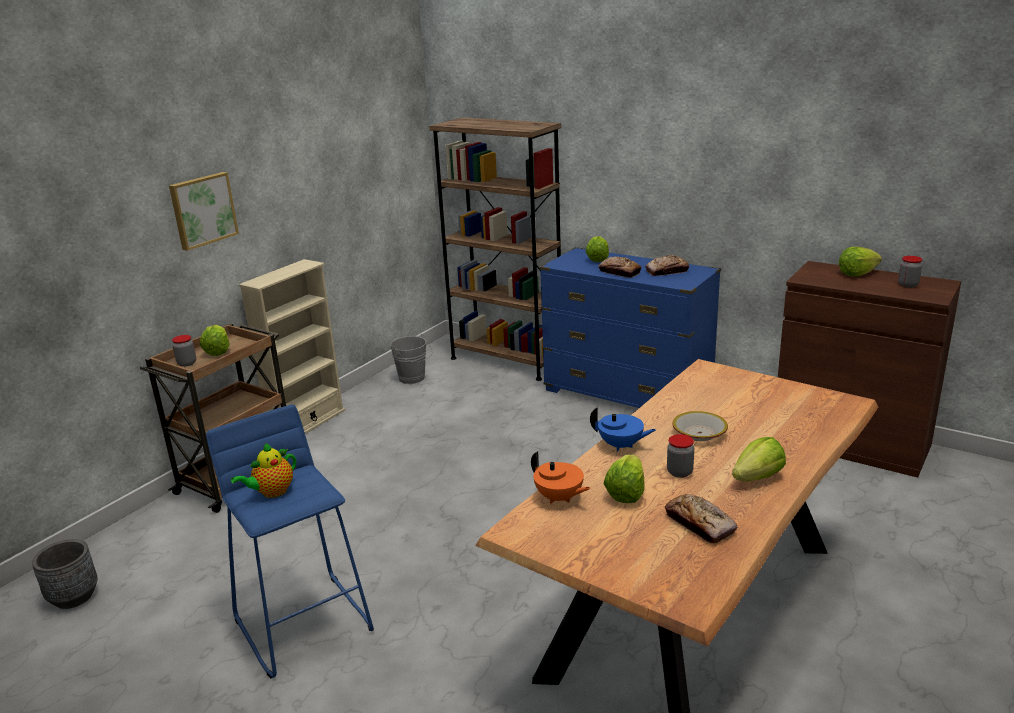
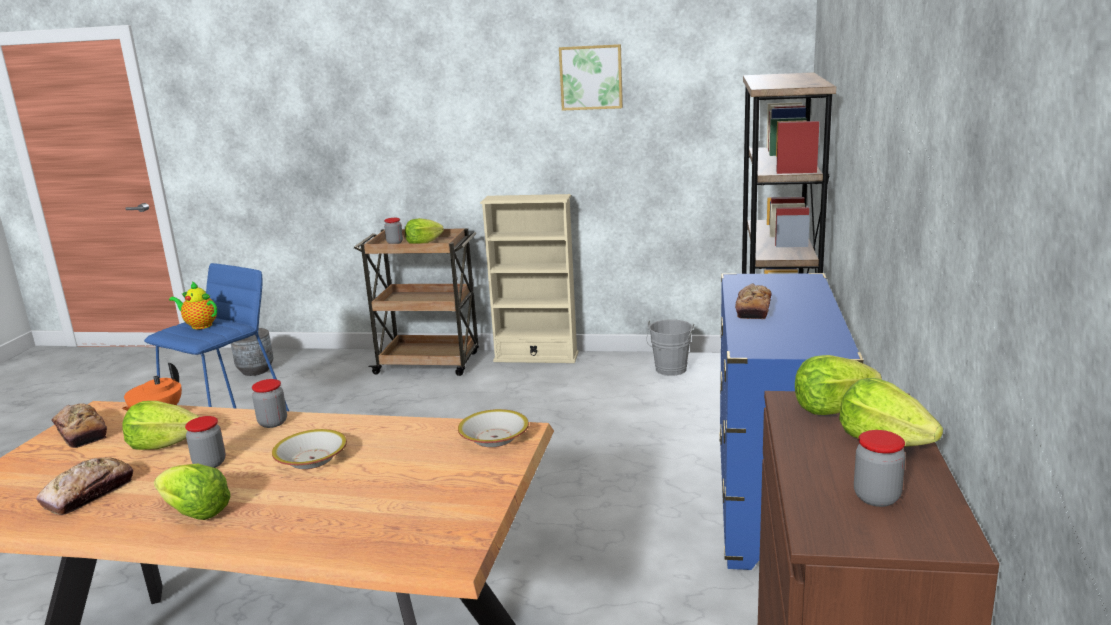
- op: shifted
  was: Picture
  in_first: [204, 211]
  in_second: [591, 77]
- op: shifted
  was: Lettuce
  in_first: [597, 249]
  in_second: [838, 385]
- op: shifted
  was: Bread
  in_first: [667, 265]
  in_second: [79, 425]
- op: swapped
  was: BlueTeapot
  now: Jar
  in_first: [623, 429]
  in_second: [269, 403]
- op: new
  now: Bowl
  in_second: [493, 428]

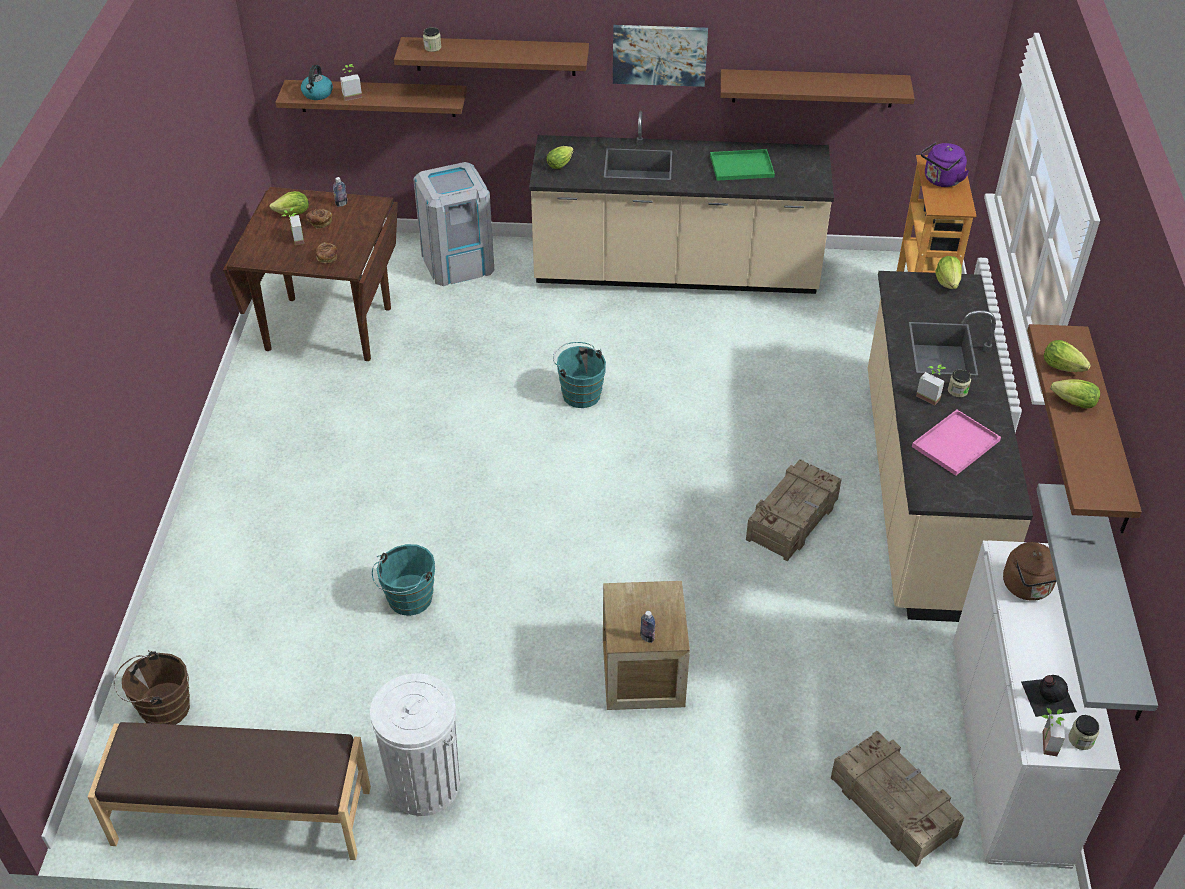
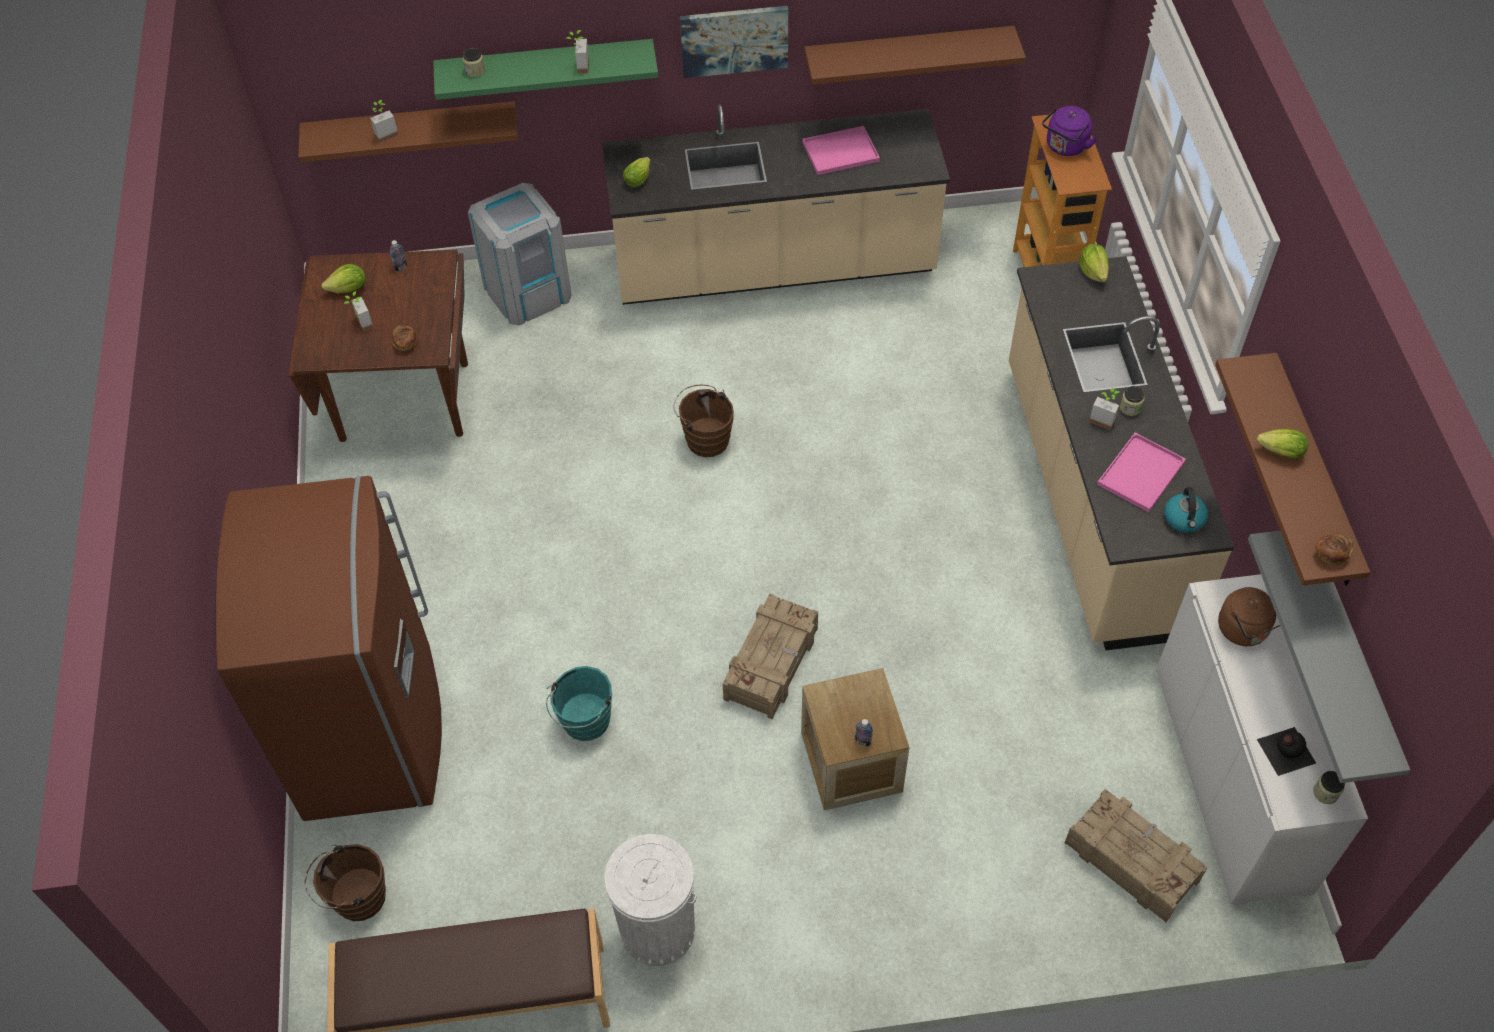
- op: repainted
  was: BrownShelf
  now: GreenShelf
  in_first: [491, 56]
  in_second: [545, 69]
- op: shifted
  was: Kettle
  in_first: [317, 82]
  in_second: [1186, 510]
- op: repainted
  was: GreenTray
  now: PinkTray
  in_first: [742, 165]
  in_second: [841, 150]
- op: shifted
  was: Bread
  in_first: [319, 219]
  in_second: [1334, 550]
- op: gone
  was: Lettuce
  in_first: [1067, 356]
- op: repainted
  was: TurquoiseBucket
  now: BrownBucket
  in_first: [579, 375]
  in_second: [704, 421]
- op: shifted
  was: Crate
  in_first: [794, 510]
  in_second: [770, 656]
- op: shifted
  was: PottedPlant
  in_first: [1053, 732]
  in_second: [578, 51]
- op: new
  now: BrownFridge
  in_second: [329, 648]

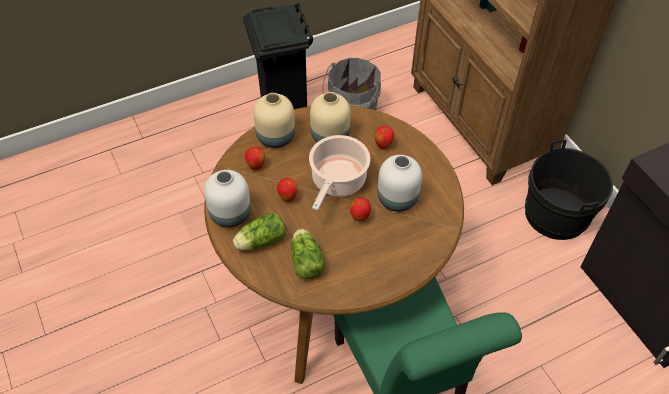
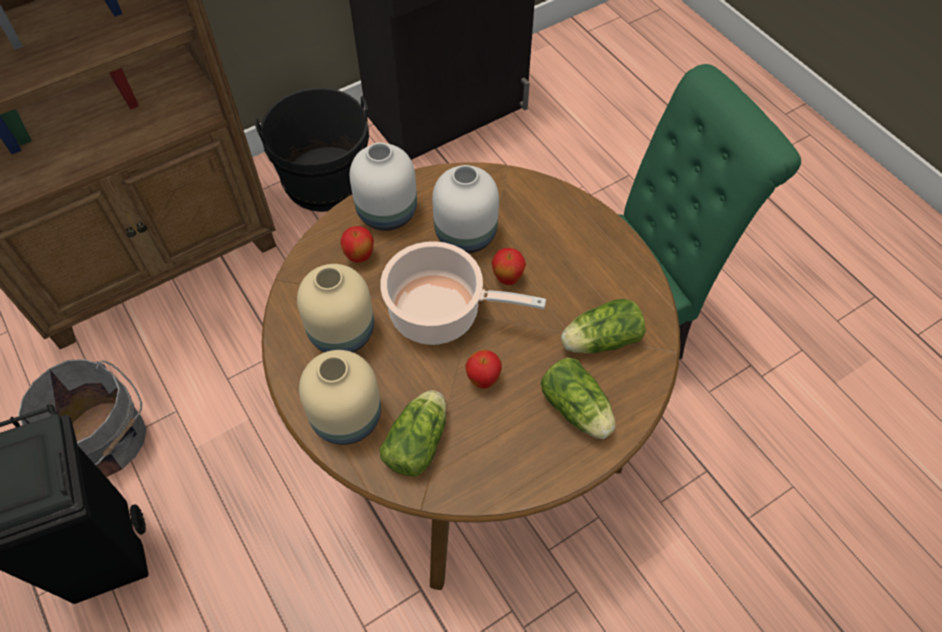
- op: swapped
  was: Apple
  now: Lettuce
  in_first: [255, 158]
  in_second: [413, 433]
- op: shifted
  was: WhiteVase
  in_first: [227, 199]
  in_second: [383, 186]

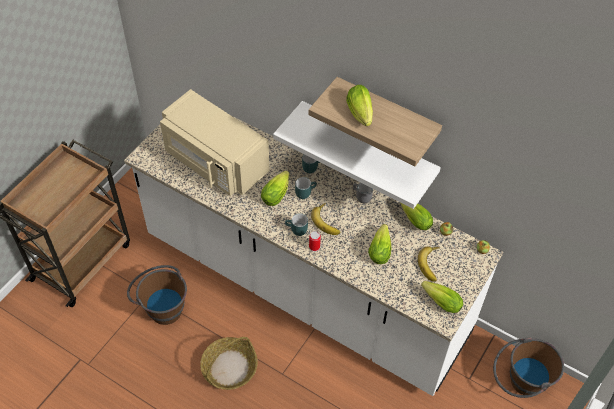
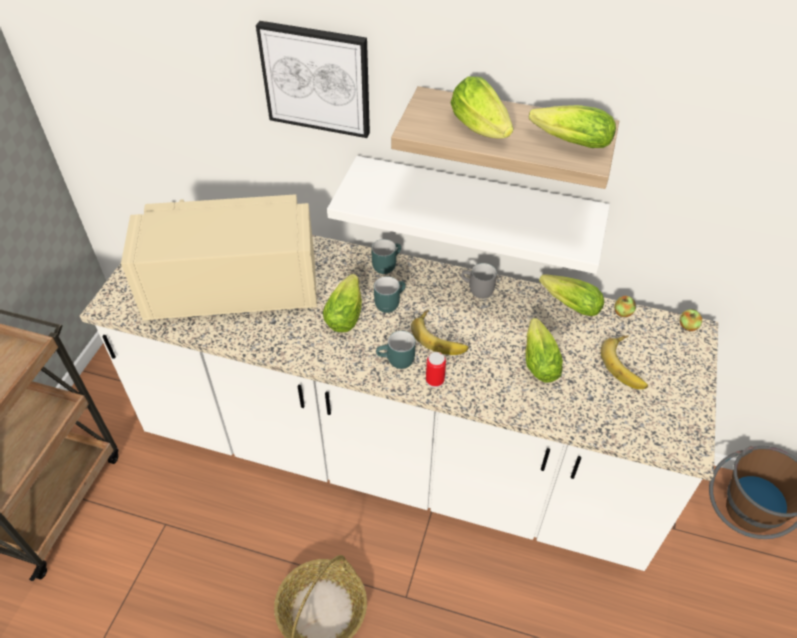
- op: rotated
  was: BeigeMicrowave
  in_first: [215, 142]
  in_second: [219, 257]
  clockwise: 150
- op: gone
  was: BrownBucket
  in_first: [157, 295]
- op: shifted
  was: Lettuce
  in_first: [442, 297]
  in_second: [572, 126]
- op: new
  now: Picture
  in_second: [313, 79]

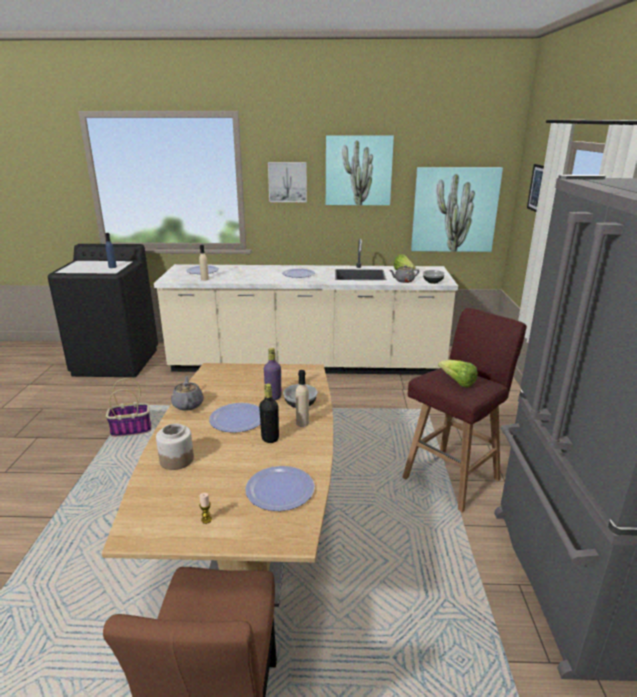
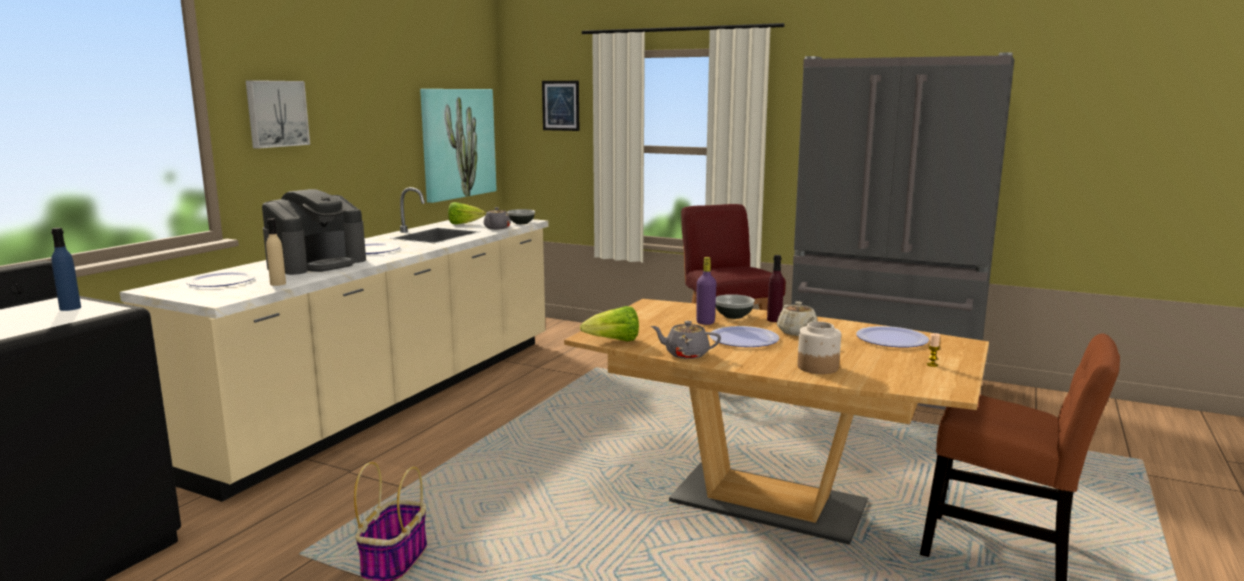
- op: gone
  was: Picture
  in_first: [360, 170]
- op: shifted
  was: Lettuce
  in_first: [457, 374]
  in_second: [609, 323]
- op: repainted
  was: BeigeBottle
  now: PurpleBottle
  in_first: [302, 398]
  in_second: [775, 288]
- op: swapped
  was: BlackBottle
  now: BeigeTeapot
  in_first: [269, 413]
  in_second: [797, 318]
- op: new
  now: CoffeeMachine
  in_second: [314, 232]

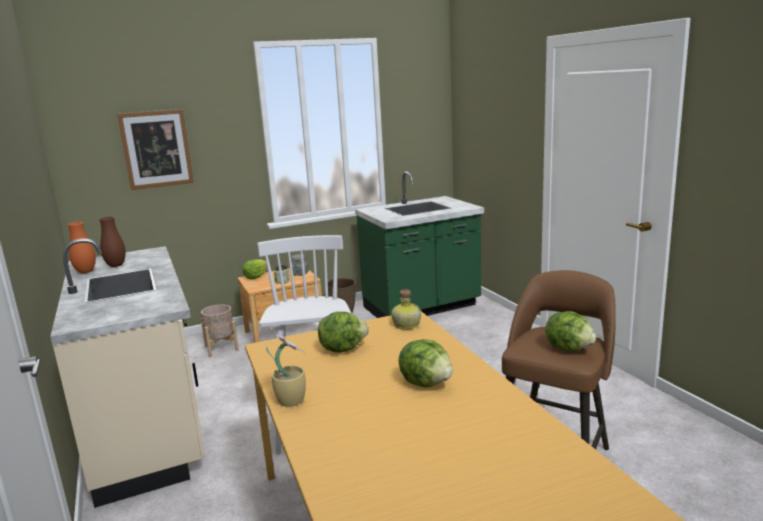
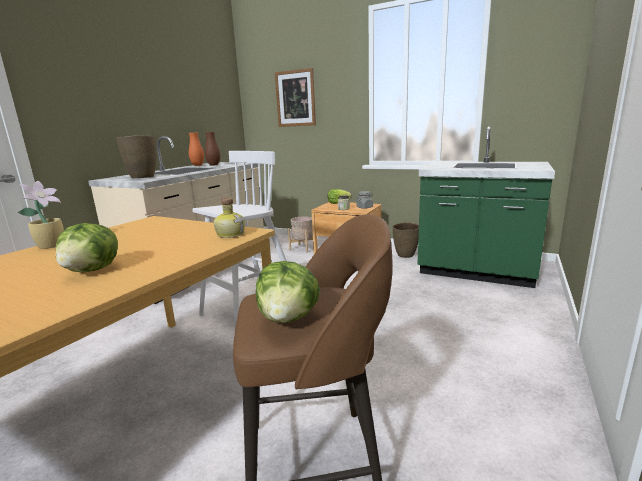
- op: gone
  was: Lettuce
  in_first: [343, 332]
- op: new
  now: BrownVase
  in_second: [136, 156]

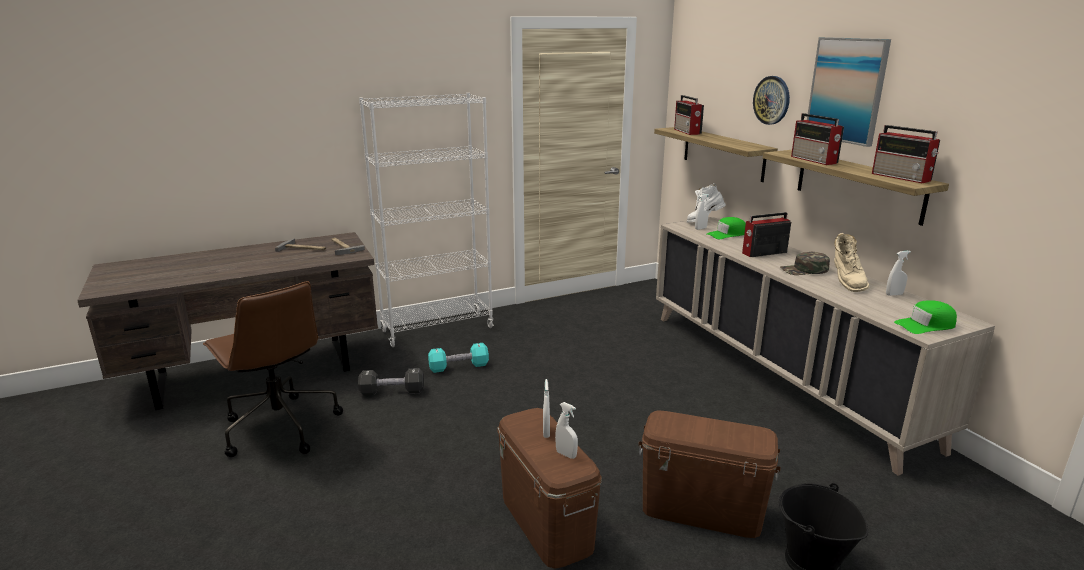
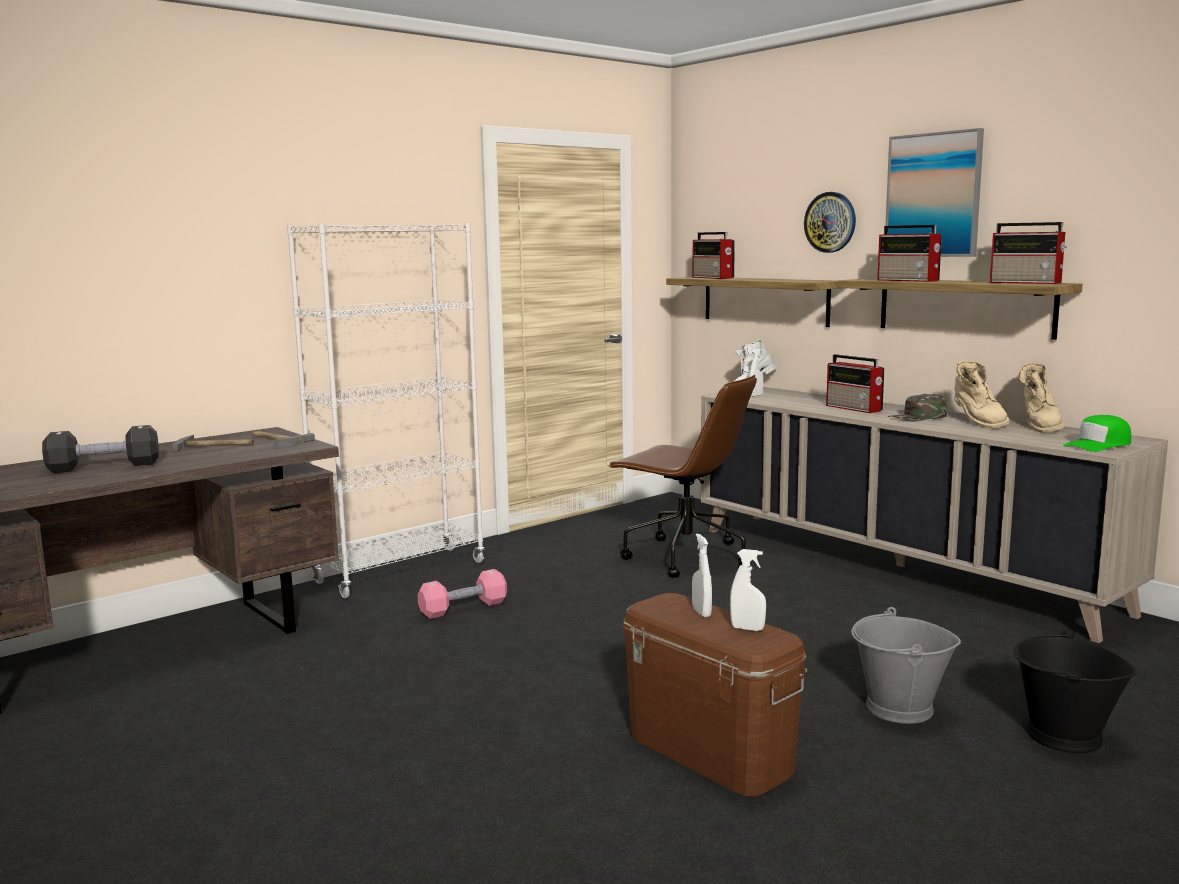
- op: rotated
  was: Radio
  in_first: [766, 234]
  in_second: [855, 383]
  clockwise: -90
- op: gone
  was: GreenCap
  in_first: [726, 228]
- op: swapped
  was: WhiteSprayBottle
  now: BeigeBoot
  in_first: [898, 273]
  in_second: [1042, 398]
- op: shifted
  was: BrownOfficeChair
  in_first: [273, 369]
  in_second: [682, 476]
- op: repainted
  was: TurquoiseDumbbell
  now: PinkDumbbell
  in_first: [458, 358]
  in_second: [462, 594]
- op: shifted
  was: BlackDumbbell
  in_first: [391, 382]
  in_second: [100, 449]
- op: swapped
  was: BrownStorageBox
  now: GreyBucket
  in_first: [709, 474]
  in_second: [906, 665]

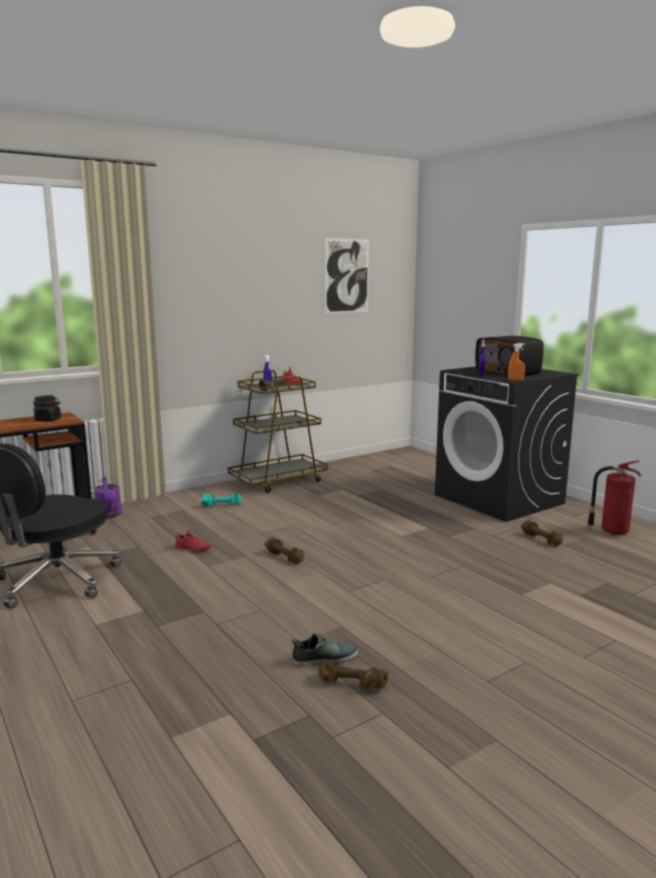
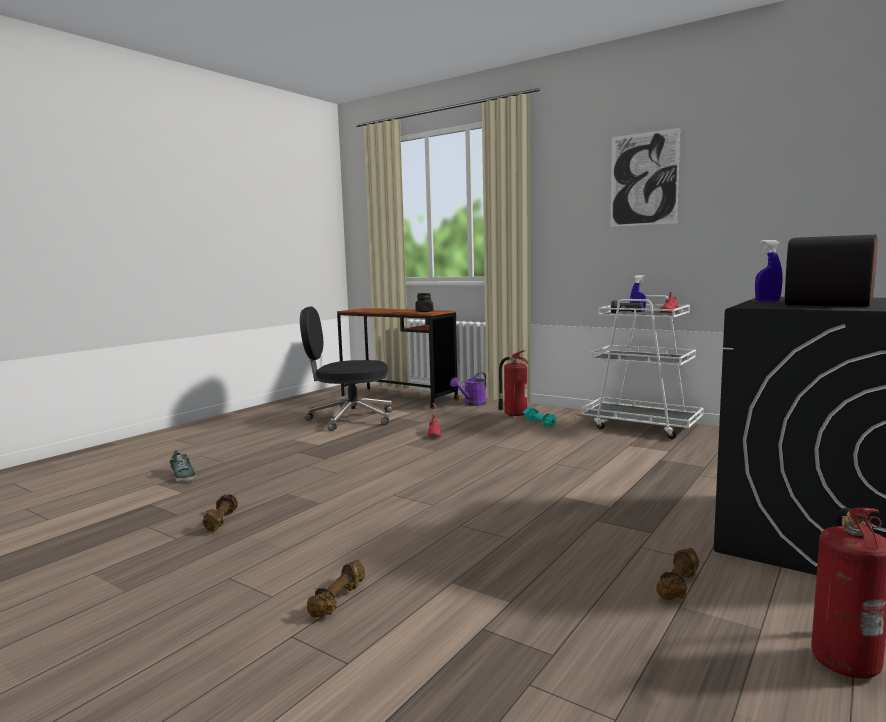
- op: shifted
  was: Picture
  in_first: [347, 275]
  in_second: [645, 177]
- op: gone
  was: OrangeSprayBottle
  in_first: [516, 362]
- op: repainted
  was: BrownCart
  now: WhiteCart
  in_first: [278, 431]
  in_second: [642, 367]
- op: shifted
  was: BrownDumbbell
  in_first: [284, 550]
  in_second: [336, 589]
- op: shifted
  was: Shoe
  in_first: [325, 650]
  in_second: [183, 466]
- op: new
  now: FireExtinguisher
  in_second: [513, 383]

